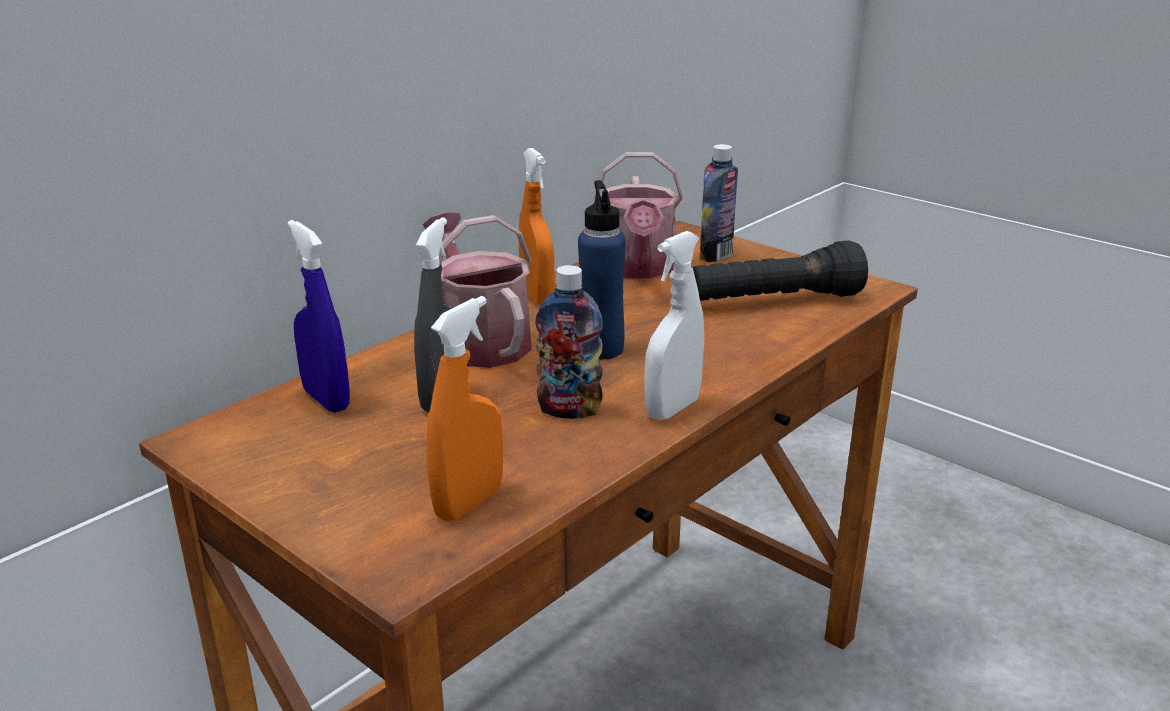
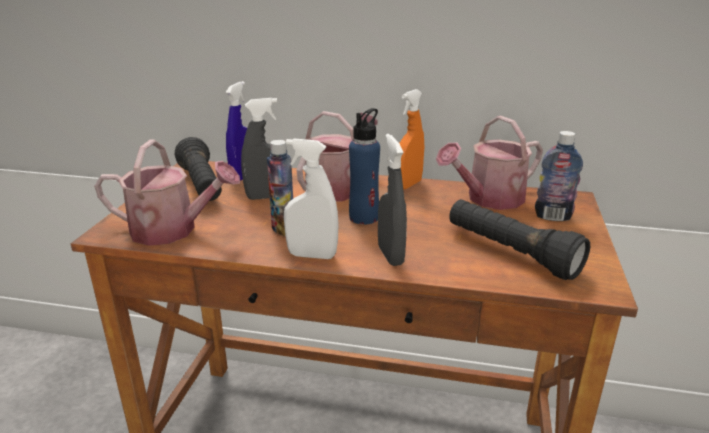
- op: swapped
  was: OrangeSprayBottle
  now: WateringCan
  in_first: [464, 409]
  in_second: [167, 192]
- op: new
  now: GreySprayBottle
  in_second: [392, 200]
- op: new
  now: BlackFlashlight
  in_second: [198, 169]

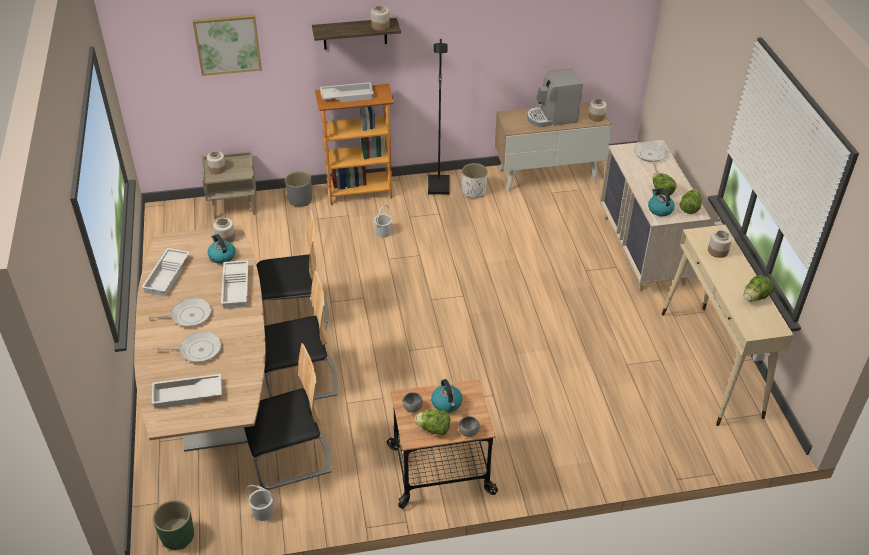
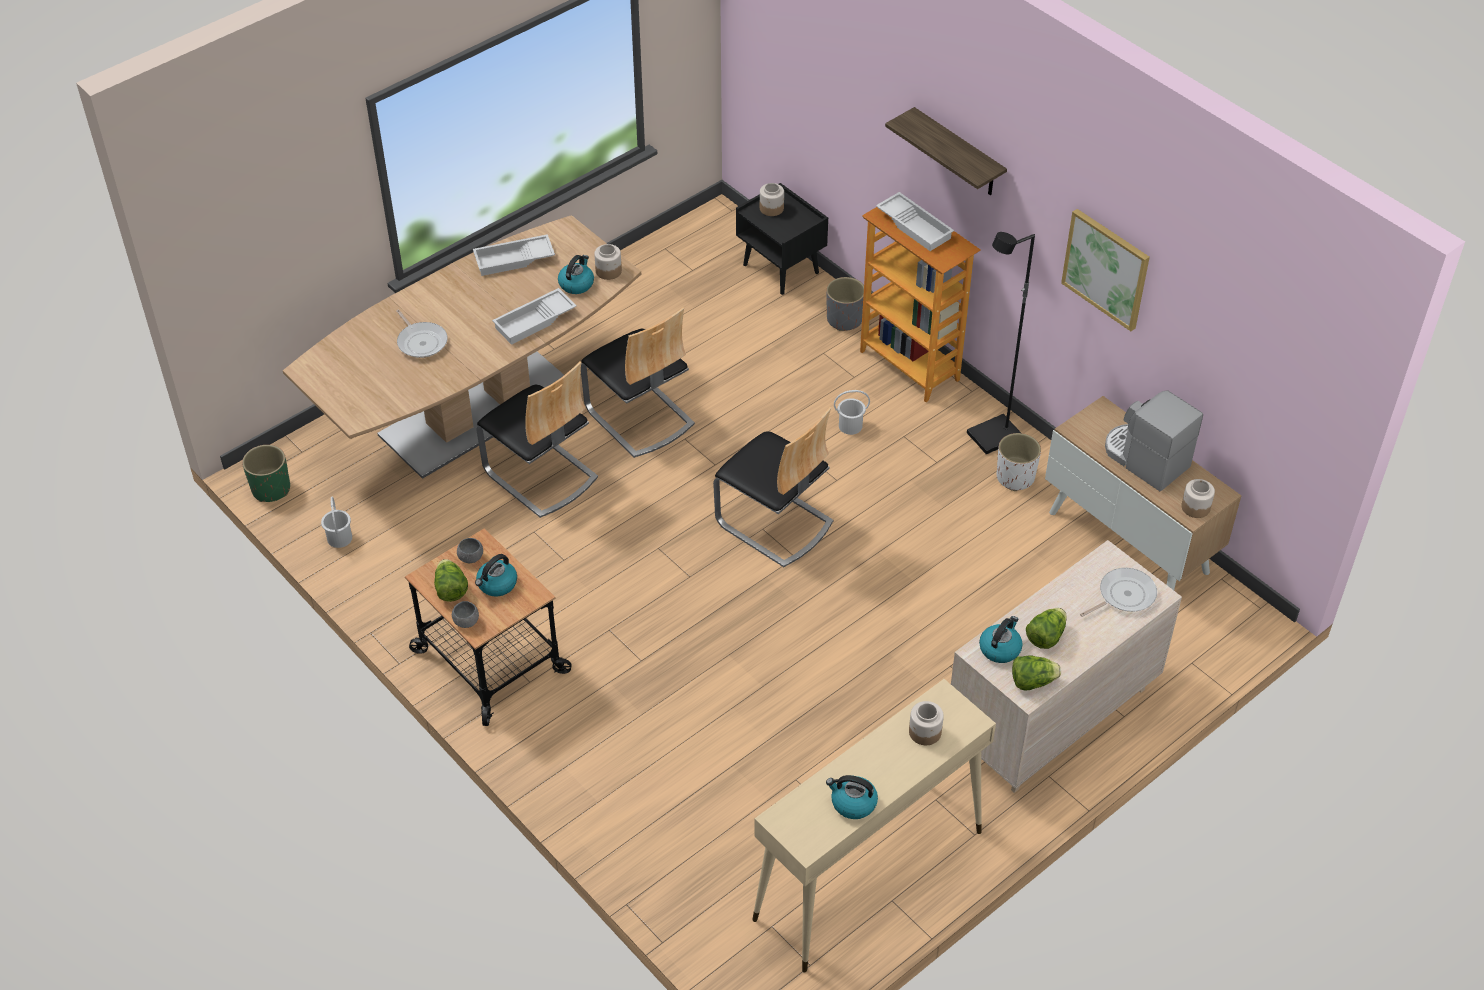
- op: gone
  was: Jar
  in_first: [380, 18]
- op: shifted
  was: Picture
  in_first: [227, 45]
  in_second: [1105, 270]
- op: repainted
  was: BeigeNightstand
  now: BlackNightstand
  in_first: [229, 185]
  in_second: [782, 239]
- op: swapped
  was: Lettuce
  now: Kettle
  in_first: [759, 288]
  in_second: [852, 797]
- op: gone
  was: FryingPan
  in_first: [180, 312]
- op: shifted
  was: Chair
  in_first: [287, 416]
  in_second: [773, 487]
- op: gone
  was: WhiteTray
  in_first: [187, 391]

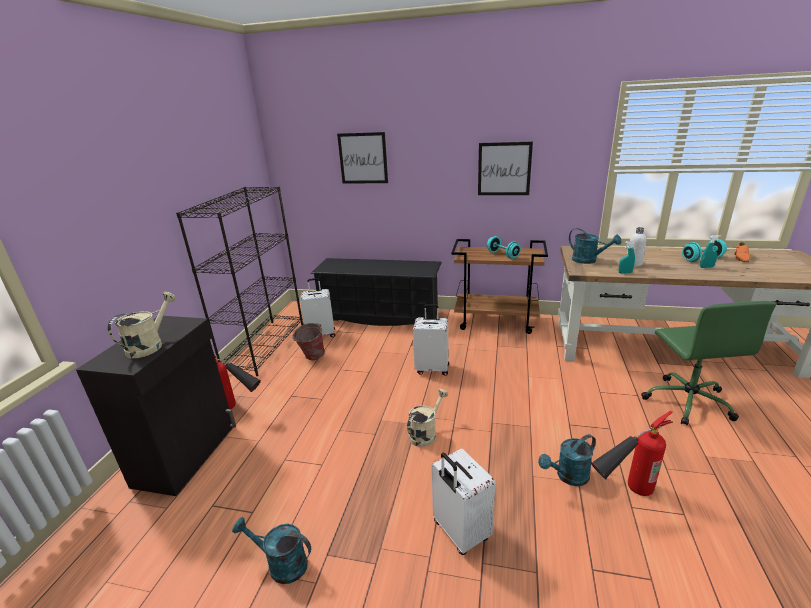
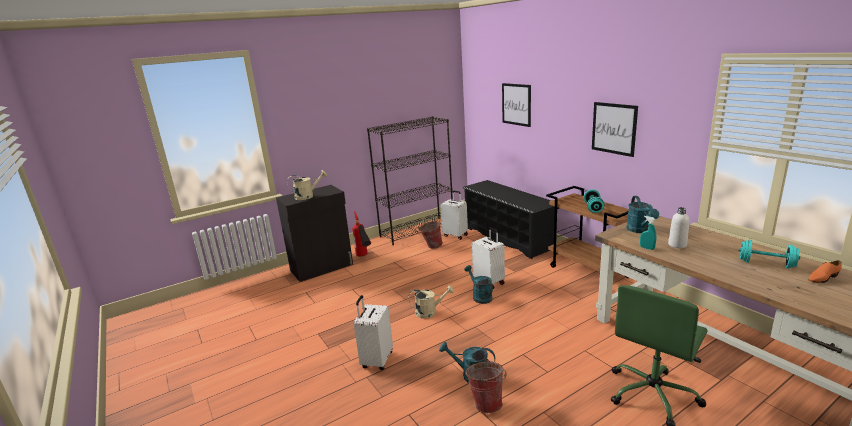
- op: gone
  was: TurquoiseSprayBottle
  in_first: [710, 251]
- op: swapped
  was: FireExtinguisher
  now: Bucket
  in_first: [632, 453]
  in_second: [486, 386]
- op: shifted
  was: TurquoiseWateringCan
  in_first: [271, 550]
  in_second: [478, 284]

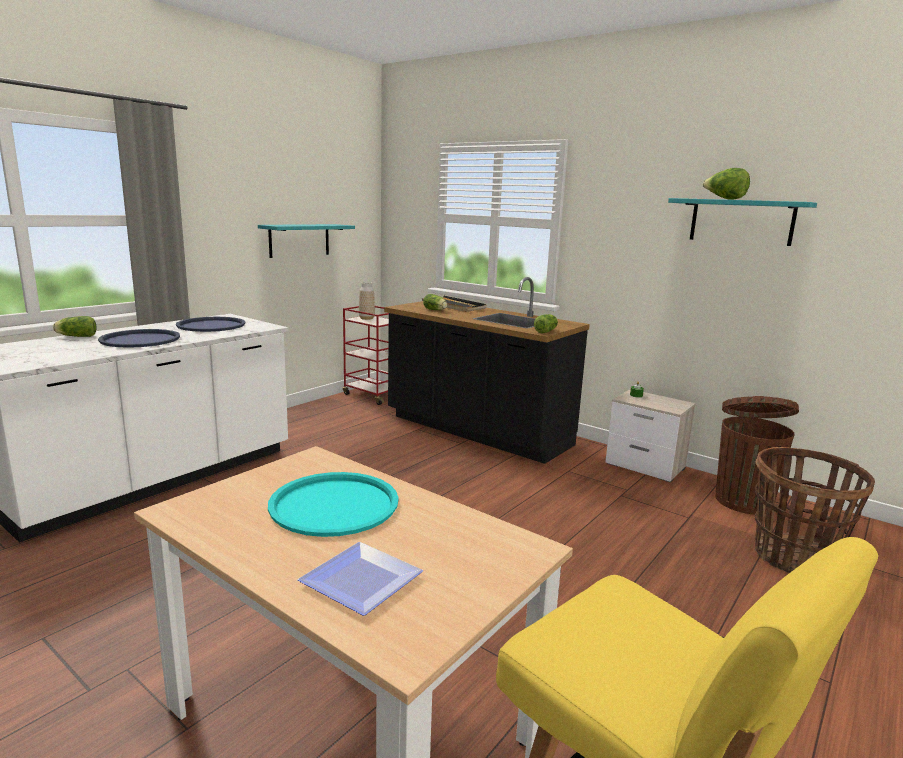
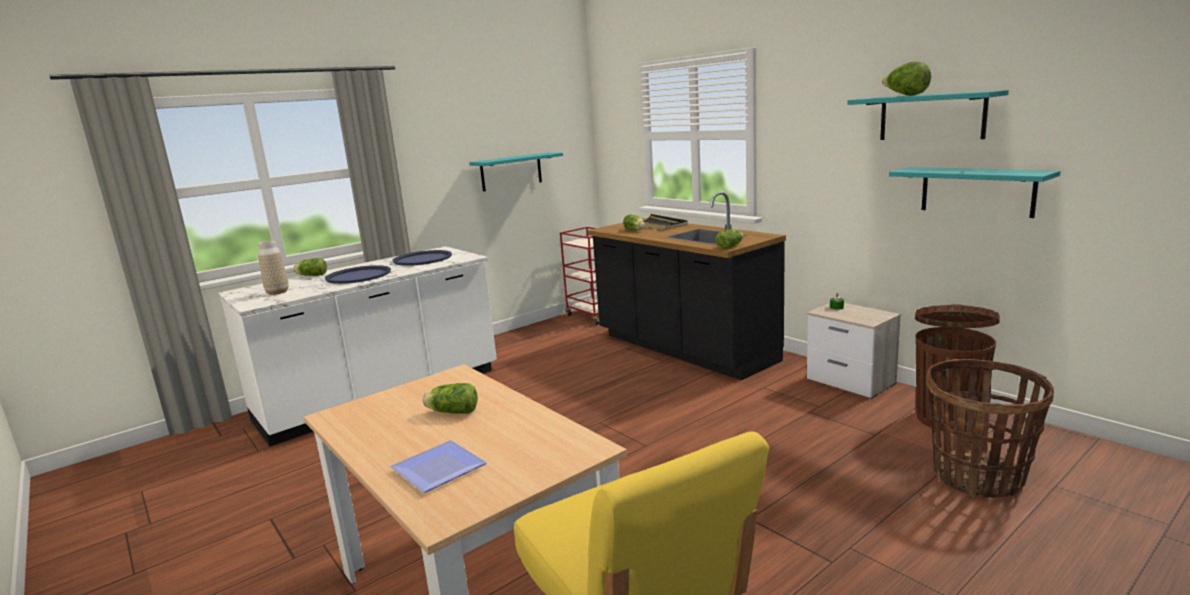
- op: shifted
  was: Vase
  in_first: [367, 301]
  in_second: [273, 268]
- op: swapped
  was: TurquoiseTray
  now: Lettuce
  in_first: [333, 504]
  in_second: [450, 398]
- op: new
  now: TurquoiseShelf
  in_second: [975, 192]

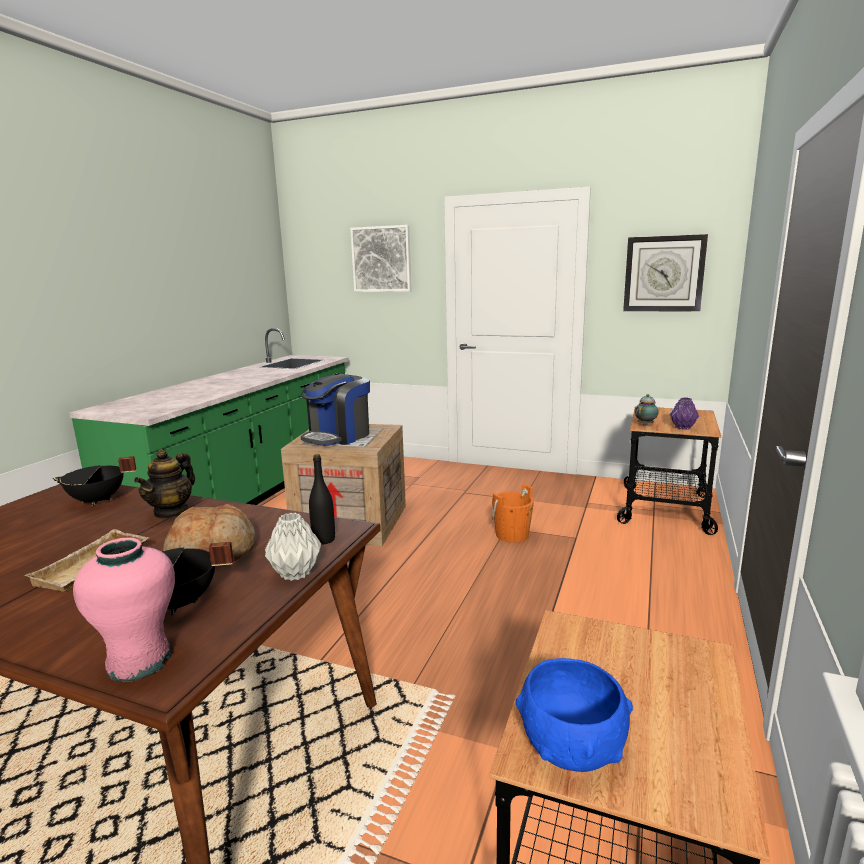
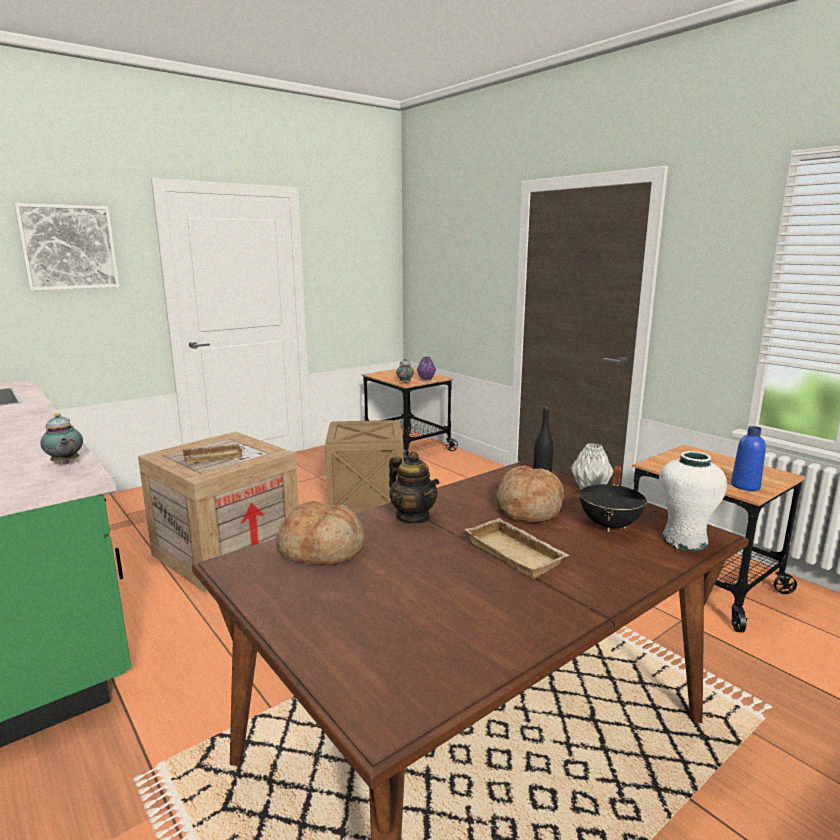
- op: gone
  was: WallClock
  in_first: [665, 273]
- op: swapped
  was: CoffeeMachine
  now: BeigeTray
  in_first: [335, 410]
  in_second: [212, 453]
- op: swapped
  was: BlackCookingPot
  now: Bread
  in_first: [94, 481]
  in_second: [320, 533]
- op: swapped
  was: OrangeBucket
  now: Crate
  in_first: [513, 513]
  in_second: [364, 466]
- op: repainted
  was: PinkVase
  now: WhiteVase
  in_first: [124, 609]
  in_second: [693, 501]
- op: swapped
  was: BlueBowl
  now: BlueBottle
  in_first: [574, 715]
  in_second: [748, 458]
- op: new
  now: Teapot
  in_second: [62, 438]

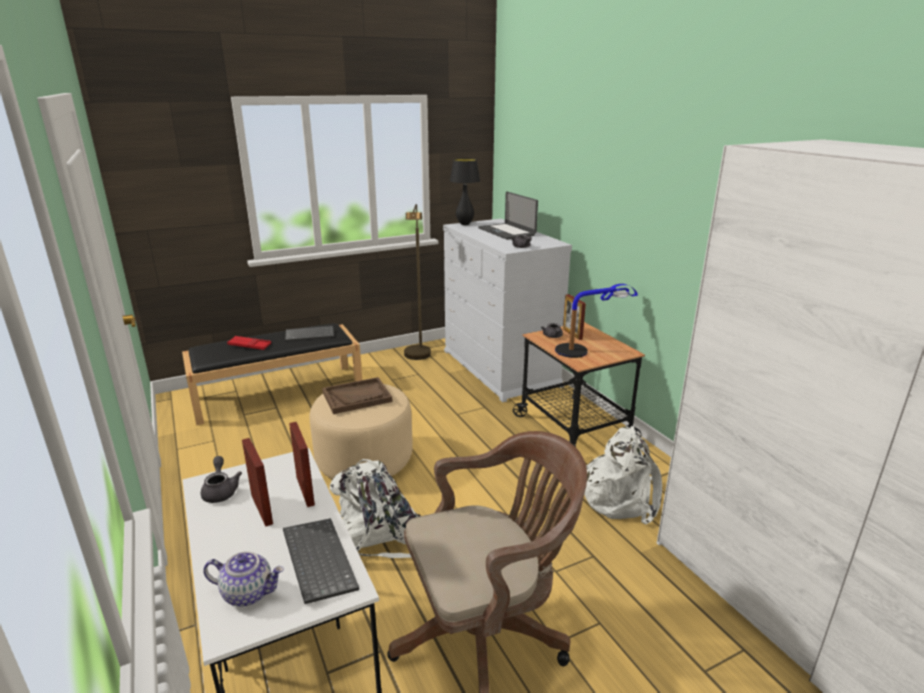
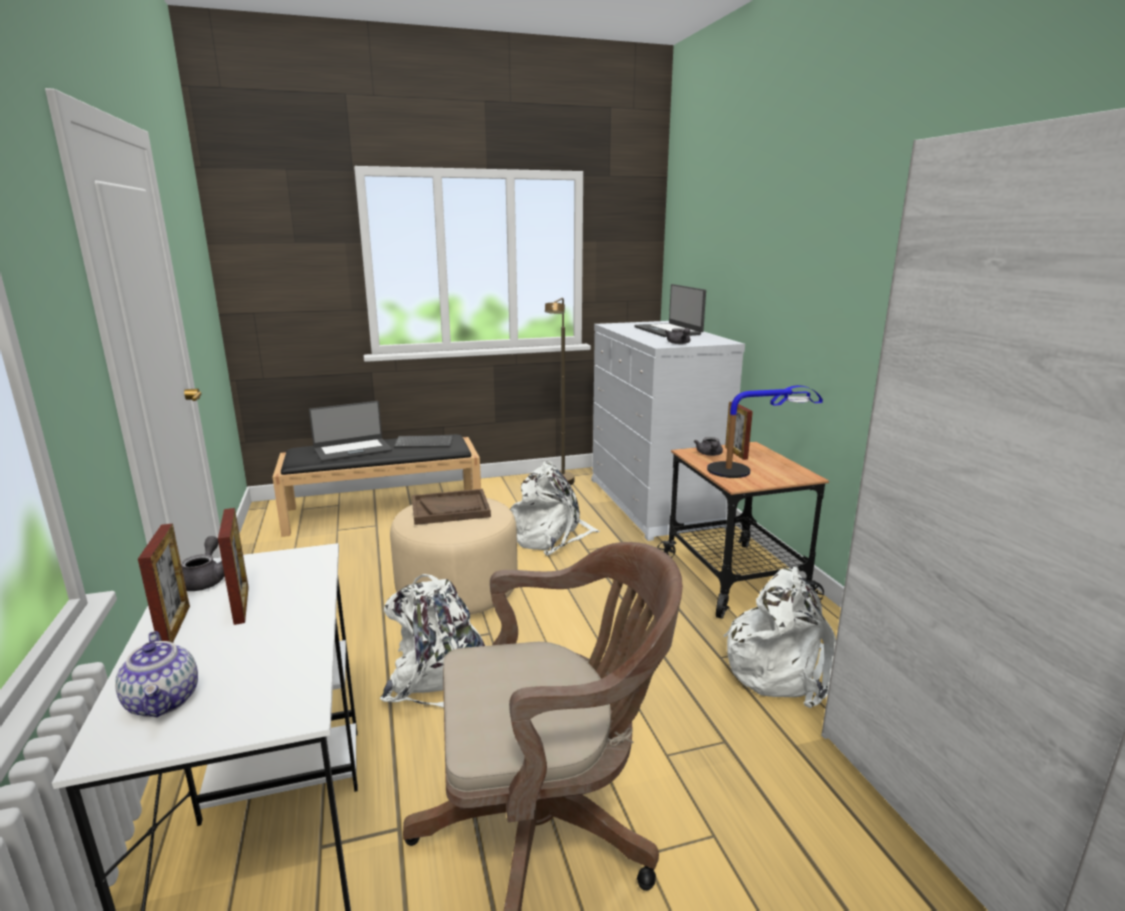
- op: gone
  was: BlackTableLamp
  in_first: [465, 191]
- op: swapped
  was: RedTray
  now: Laptop
  in_first: [249, 343]
  in_second: [350, 431]
- op: shifted
  was: PictureFrame
  in_first: [302, 464]
  in_second: [164, 583]
- op: gone
  was: Keyboard
  in_first: [321, 561]
- op: rotated
  was: Teapot
  in_first: [243, 579]
  in_second: [156, 674]
  clockwise: 45
- op: new
  now: WhiteBackpack
  in_second: [555, 508]

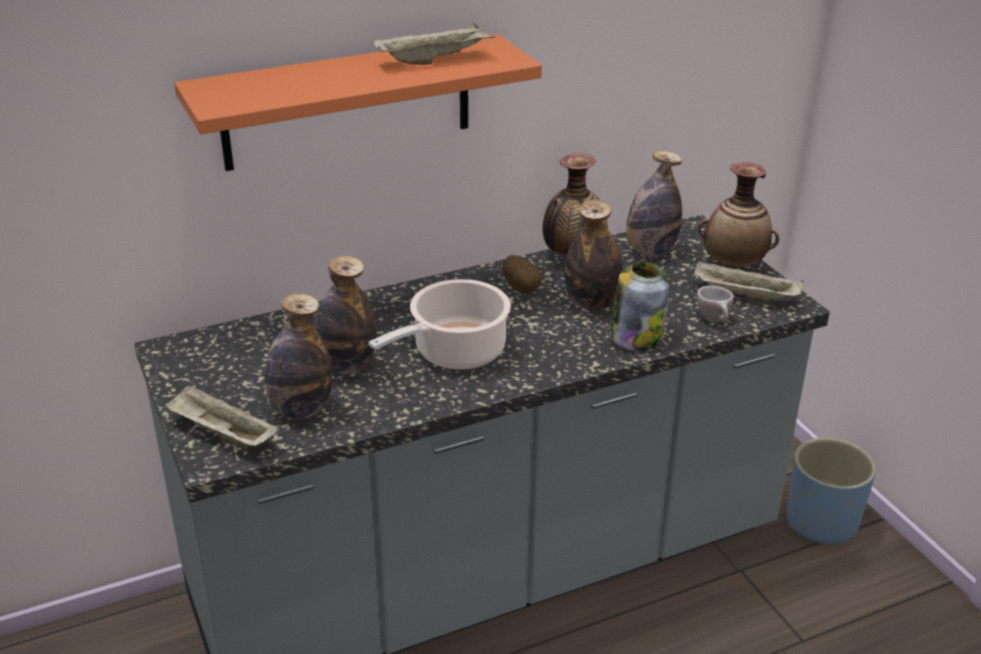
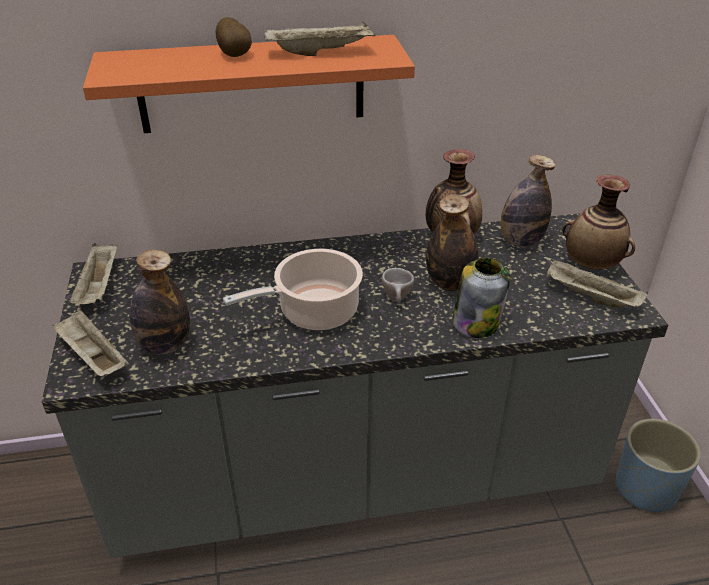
- op: shifted
  was: Potato
  in_first: [522, 274]
  in_second: [234, 37]
- op: gone
  was: Bottle
  in_first: [345, 315]
- op: shifted
  was: BeigeCup
  in_first: [715, 304]
  in_second: [398, 285]
- op: new
  now: BeigeTray
  in_second: [93, 273]

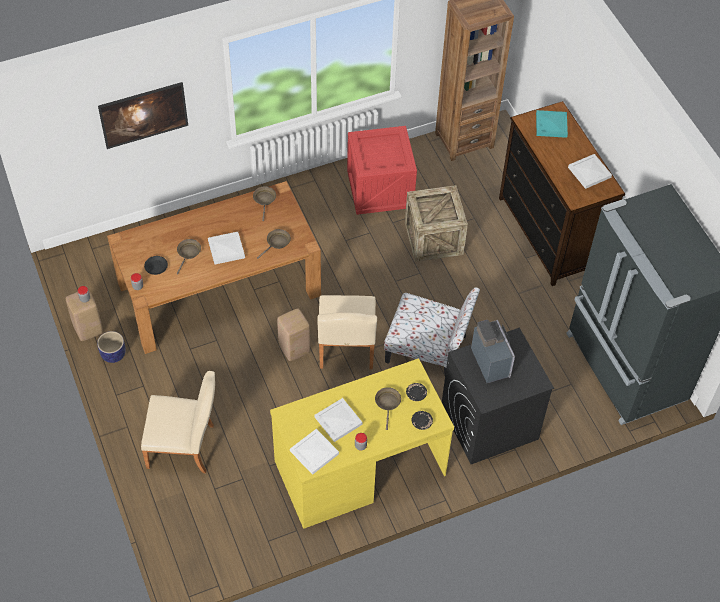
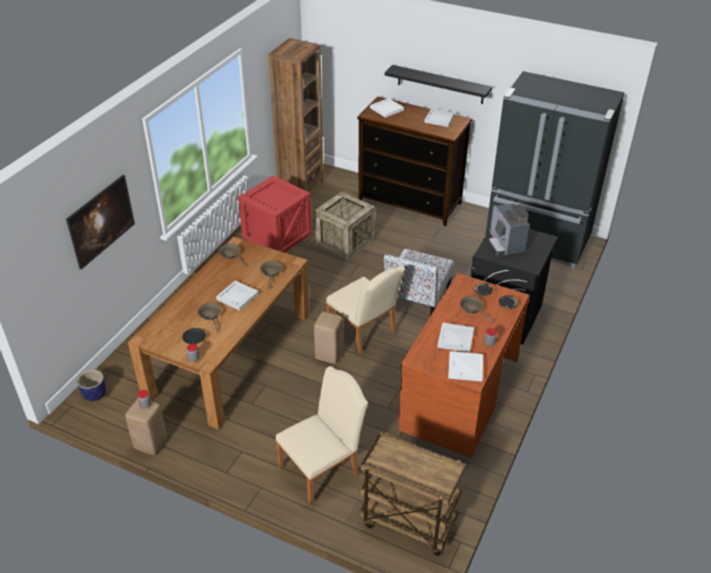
- op: repainted
  was: TurquoiseTray
  now: WhiteTray
  in_first: [552, 124]
  in_second: [387, 108]
- op: rotated
  was: Chair
  in_first: [432, 330]
  in_second: [419, 282]
  clockwise: 135
- op: rotated
  was: CoffeeMachine
  in_first: [493, 351]
  in_second: [508, 229]
  clockwise: -135
- op: shifted
  was: Planter
  in_first: [111, 347]
  in_second: [91, 385]
- op: repainted
  was: YellowDesk
  now: BrownDesk
  in_first: [362, 443]
  in_second: [464, 365]
- op: new
  now: BlackShelf
  in_second: [438, 84]
- op: new
  now: BrownCart
  in_second: [413, 494]

